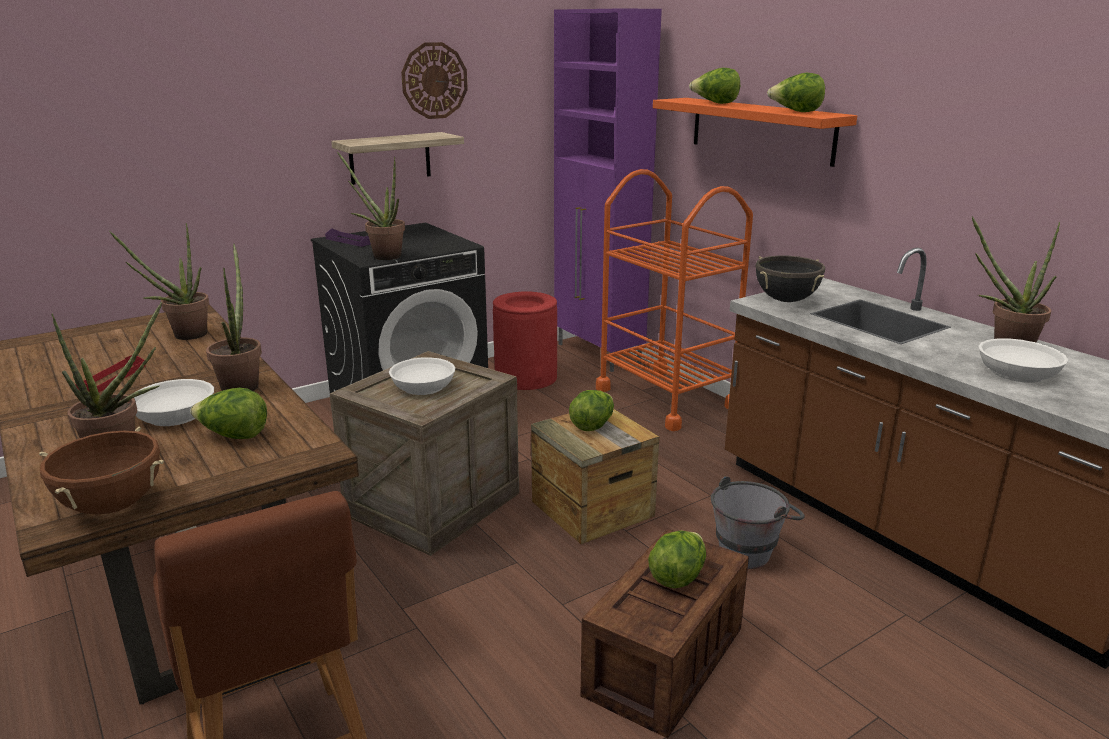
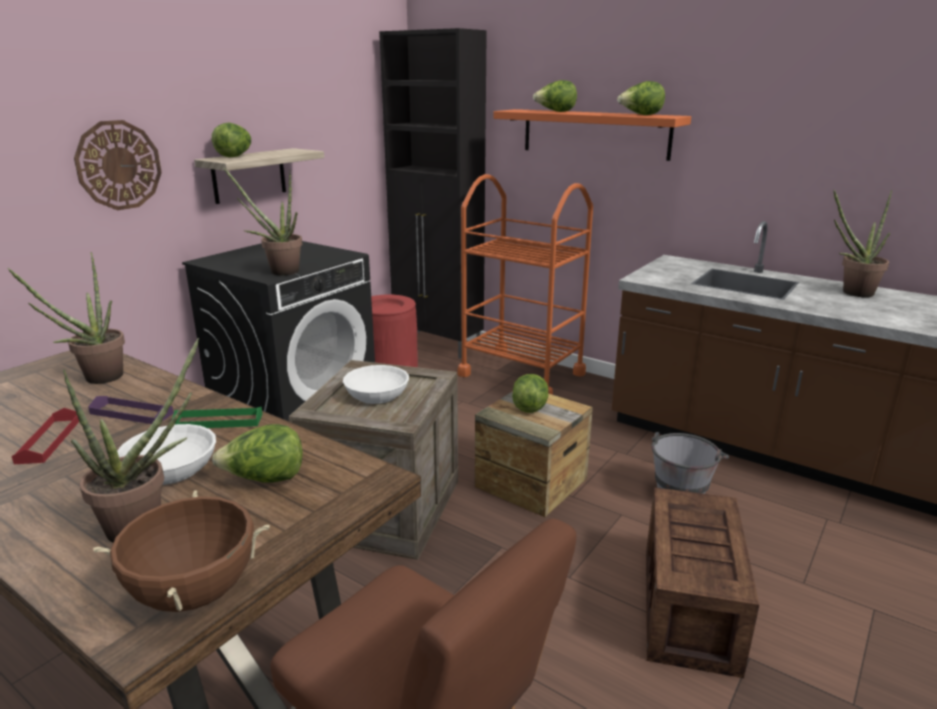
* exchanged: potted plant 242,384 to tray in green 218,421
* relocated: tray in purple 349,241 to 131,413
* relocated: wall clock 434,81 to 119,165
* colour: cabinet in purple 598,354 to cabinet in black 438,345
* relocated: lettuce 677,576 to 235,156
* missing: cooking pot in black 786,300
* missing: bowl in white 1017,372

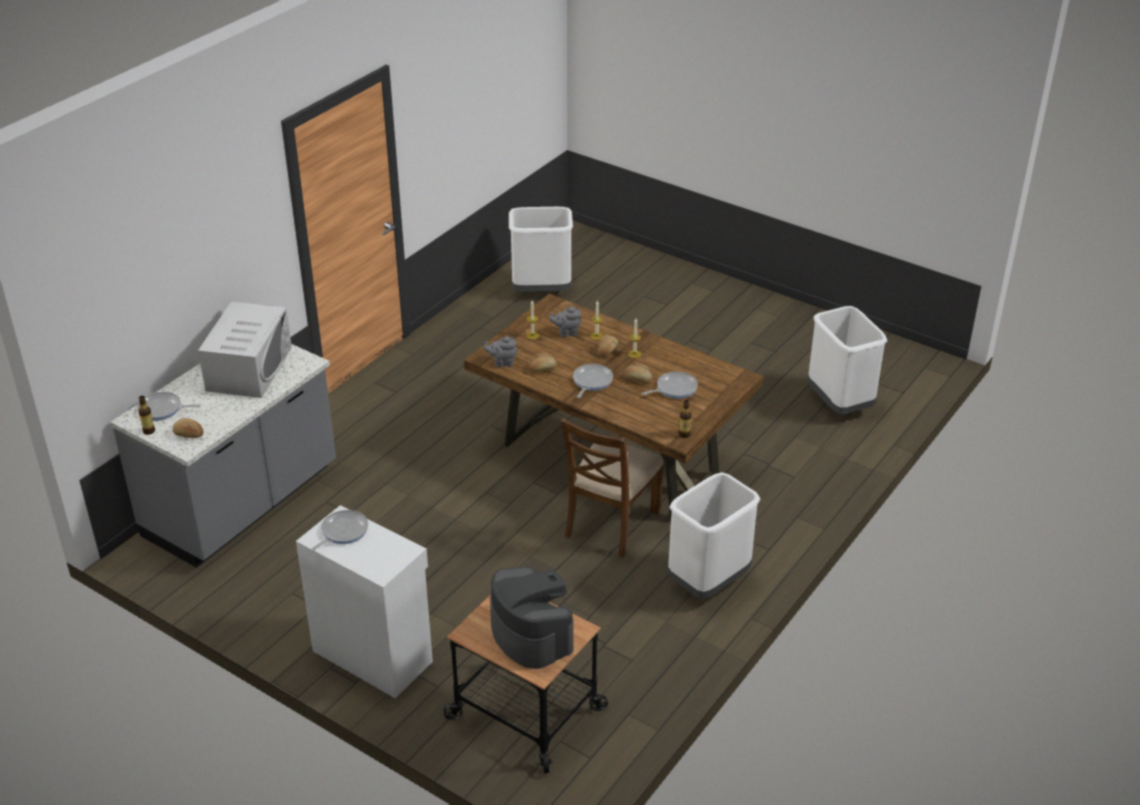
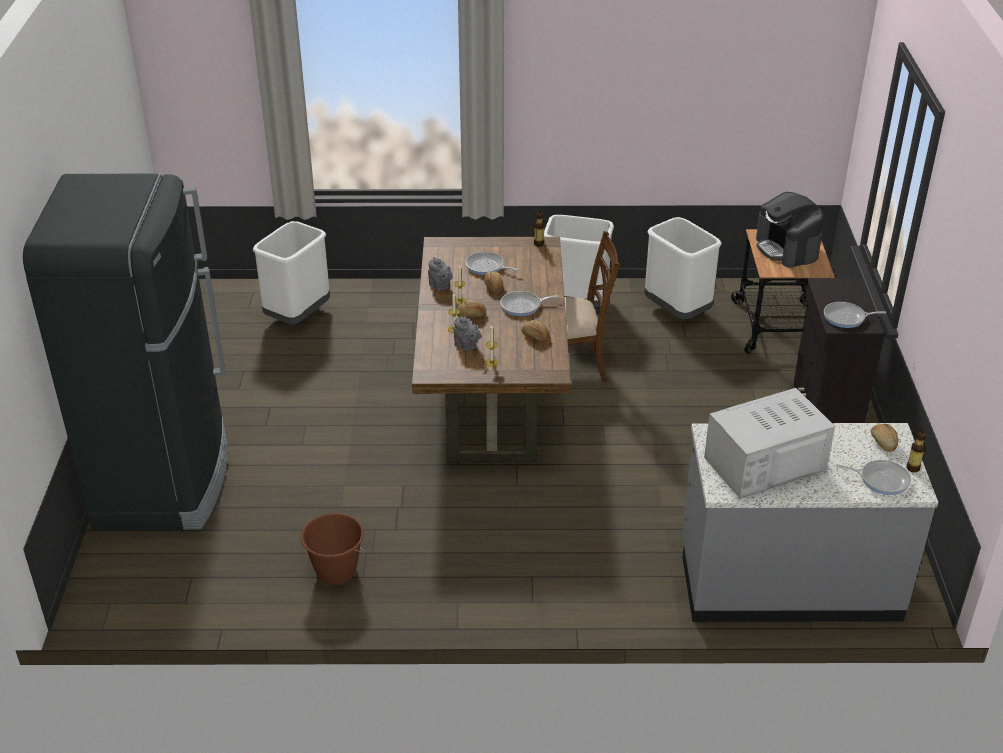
* spun: frying pan 162,409 = 881,479 45 degrees counterclockwise
* colour: cabinet in white 373,654 to cabinet in black 824,411
* relocated: teapot in grey 502,362 to 440,286
* spun: coffee machine 531,634 = 787,248 45 degrees counterclockwise
* relocated: trash can in white 541,291 to 677,311
* appeared: fridge in black 164,480
* appeared: bucket in brown 336,571

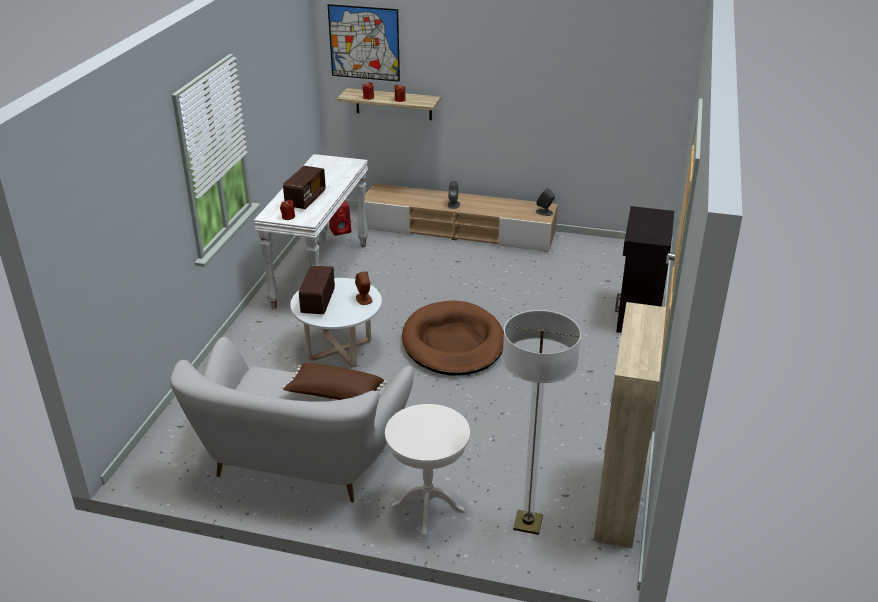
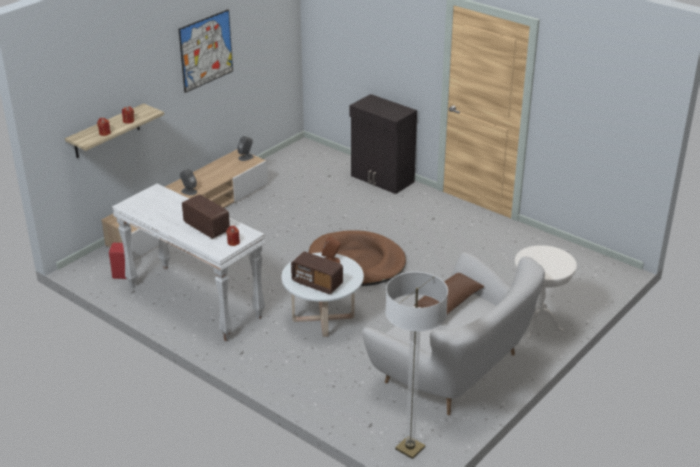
* relocated: picture 364,43 to 206,50
* relocated: floor lamp 528,523 to 410,448
* missing: cabinet in beige 617,502

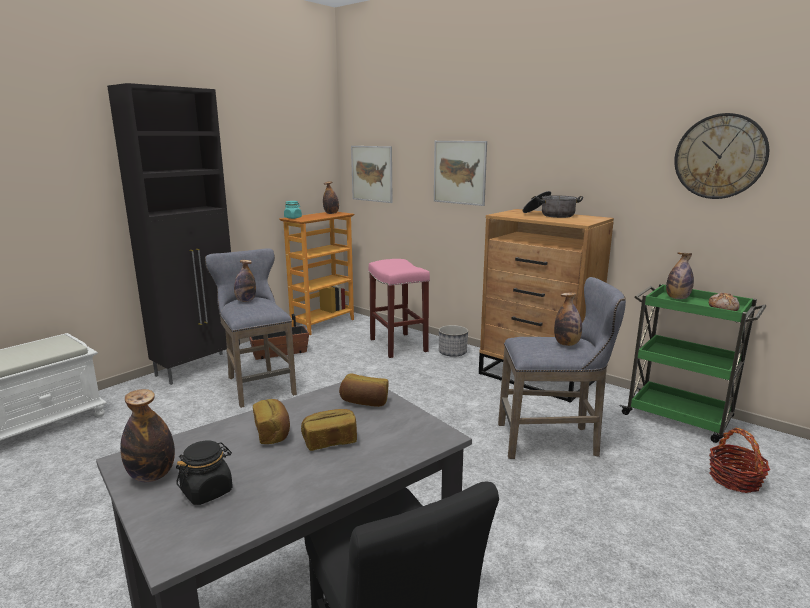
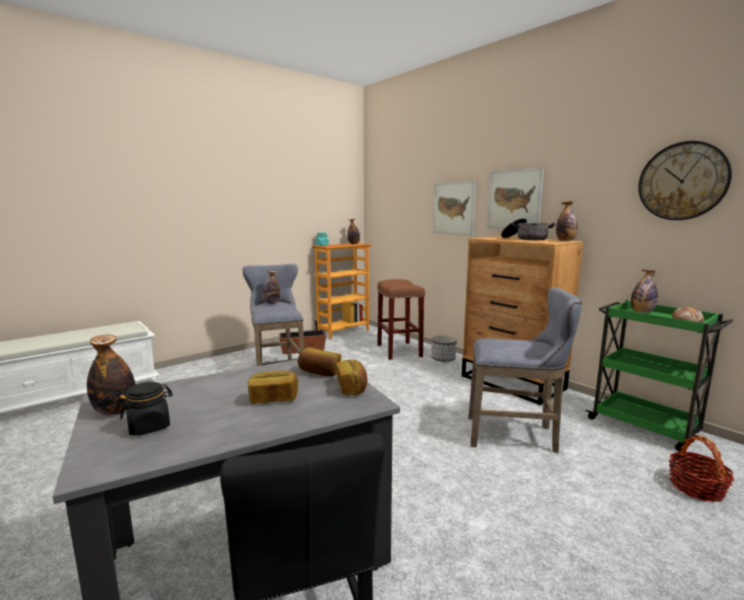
* missing: cabinet in black 199,368
* relocated: bread 273,433 to 352,388
* relocated: picture 372,173 to 514,199
* colour: stool in pink 397,345 to stool in brown 398,350
* relocated: bottle 566,344 to 565,240

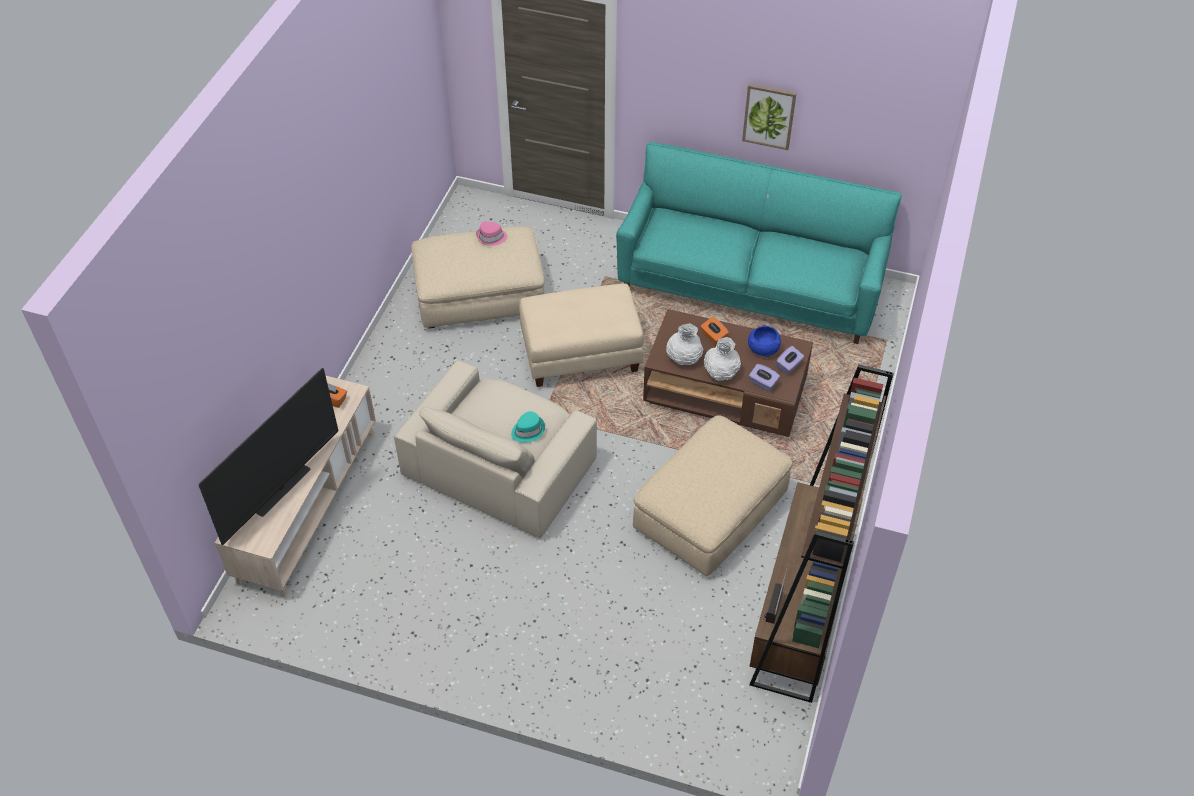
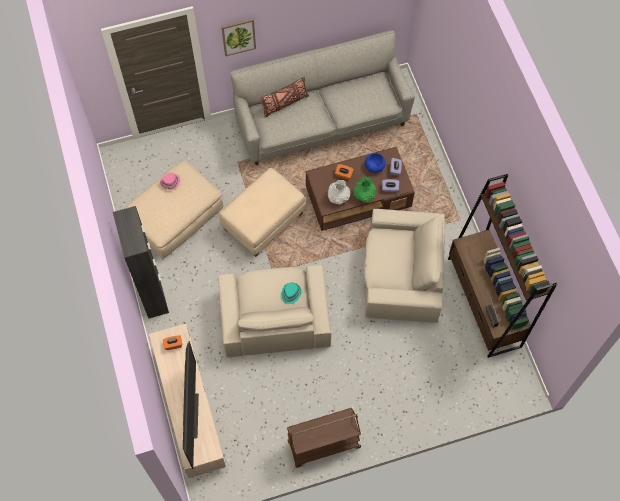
* colour: sofa in turquoise 749,287 to sofa in grey 322,122
* exchanged: ottoman in beige 710,511 to armchair in beige 401,274
* colour: vase in white 721,373 to vase in green 364,195
* relocated: picture 769,116 to 238,36
* appeared: cabinet in black 153,295
* appeared: pillow in brown 284,104
* appeared: cart in brown 323,445

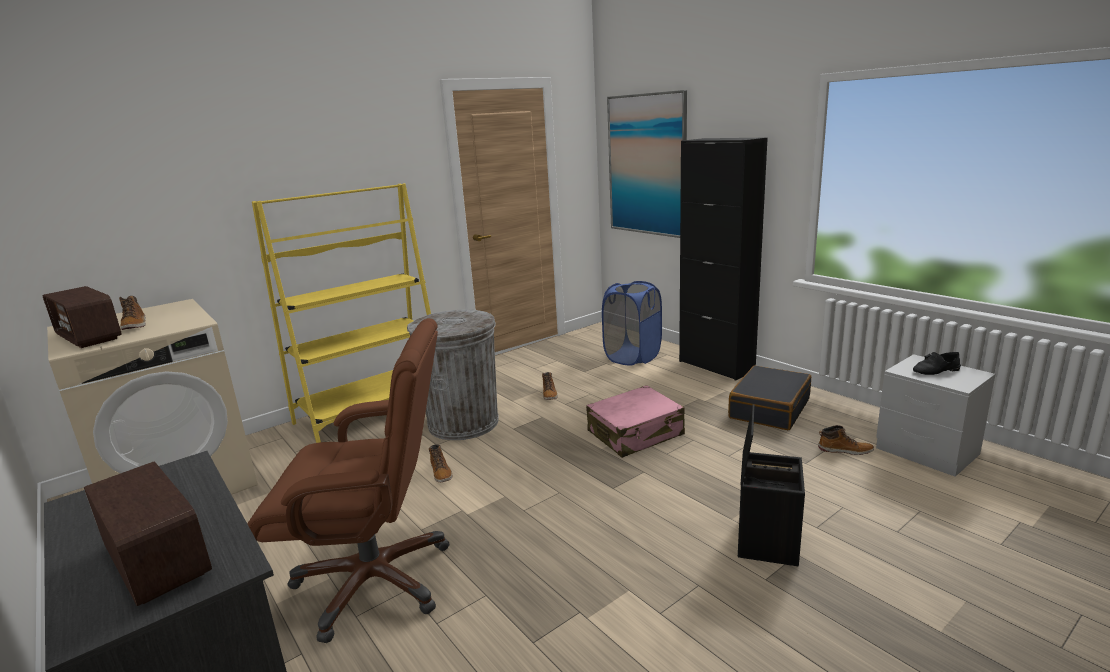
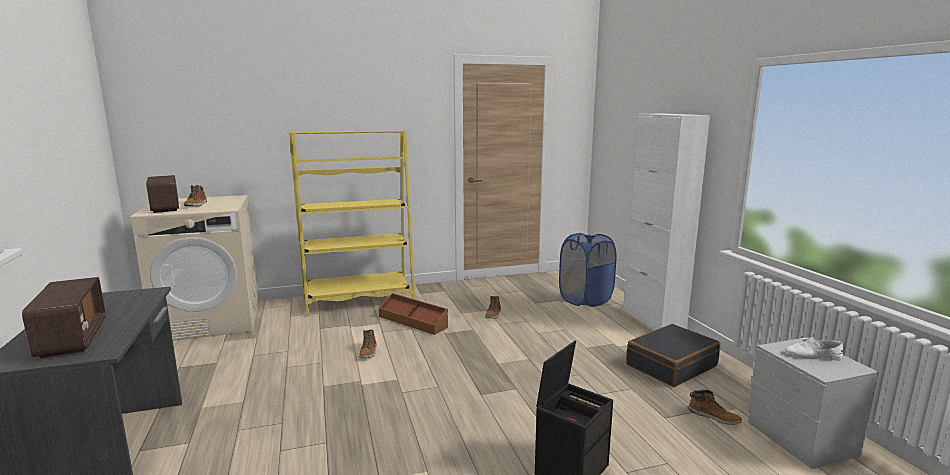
* missing: office chair in brown 376,580
* exchanged: trash can in grey 463,423 to storage box in brown 413,321
* missing: suitcase in pink 635,434
* missing: picture 647,165
* colour: cabinet in black 716,366 to cabinet in white 653,321
* colour: shoe in black 936,370 to shoe in white 813,356

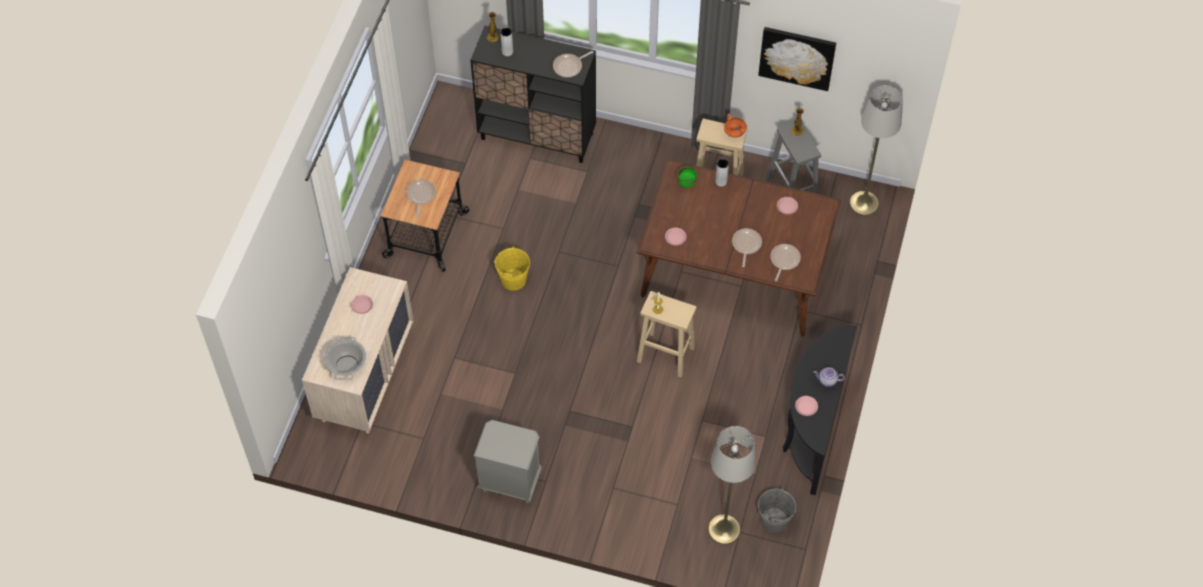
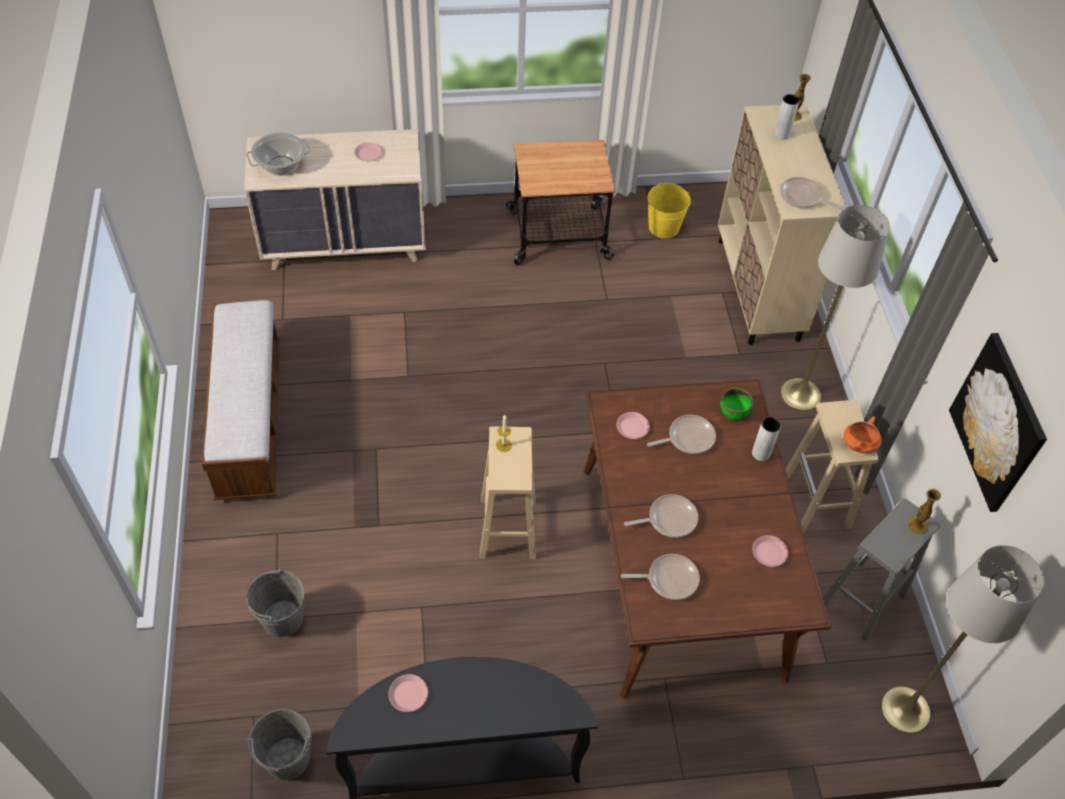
* relocated: frying pan 420,196 to 688,438
* colour: cabinet in black 537,136 to cabinet in beige 758,289
* exchanged: nightstand in grey 510,482 to bench 250,420
* relocated: bucket in yellow 513,279 to 663,227
* relocated: floor lamp in grey 724,529 to 800,395
* missing: teapot 828,380
* appeared: bucket in grey 282,618

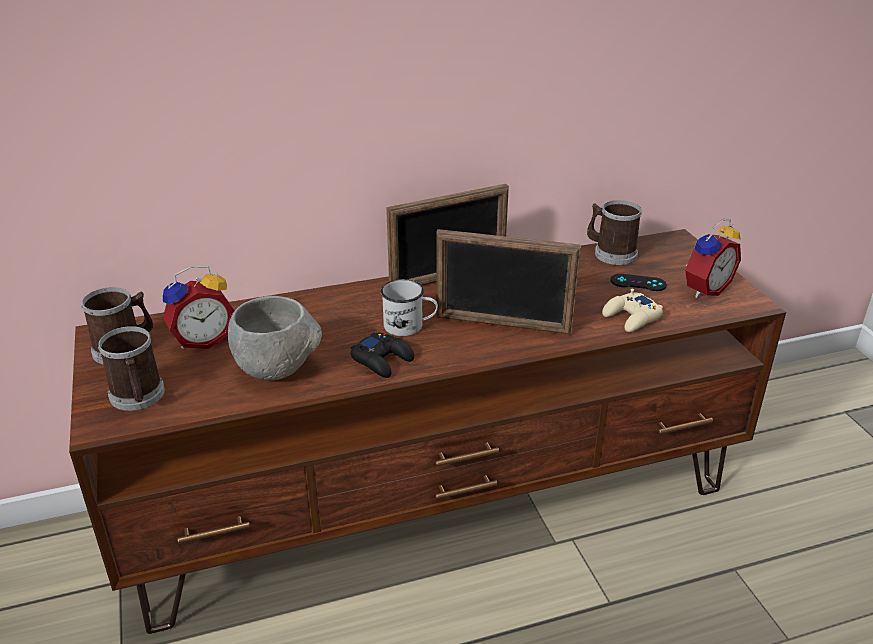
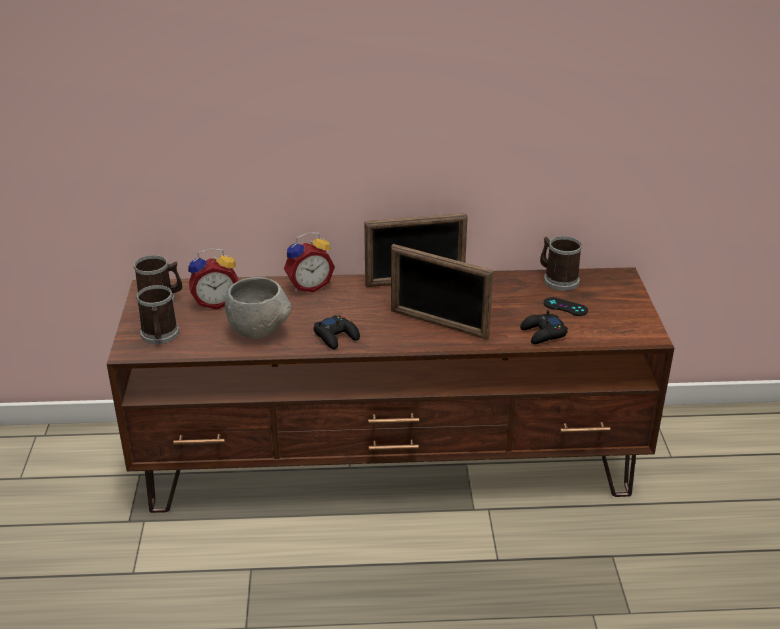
* missing: mug in white 409,326
* colour: game controller in beige 632,318 to game controller in black 543,333
* relocated: alarm clock 704,289 to 309,286

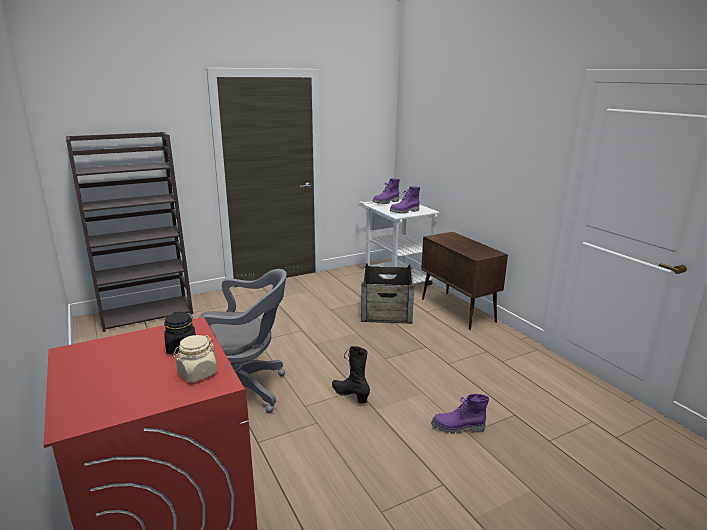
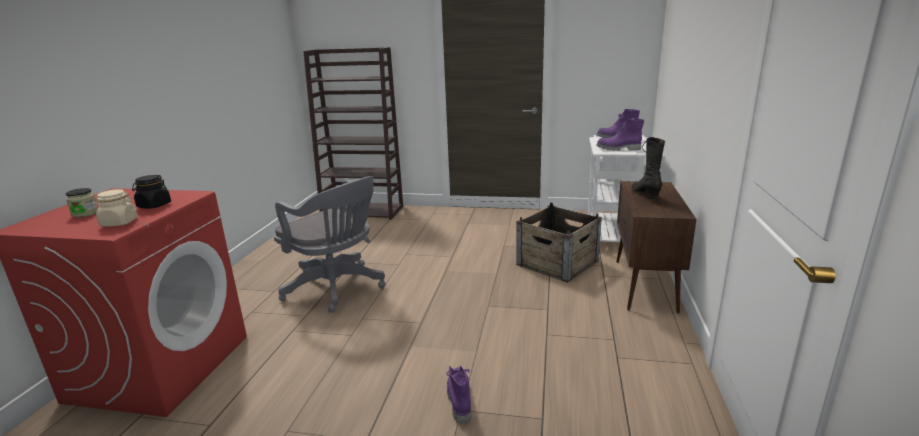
* relocated: boot in black 350,395 to 645,195
* spun: boot in purple 458,428 = 459,399 45 degrees clockwise
* appeared: jar 85,213

